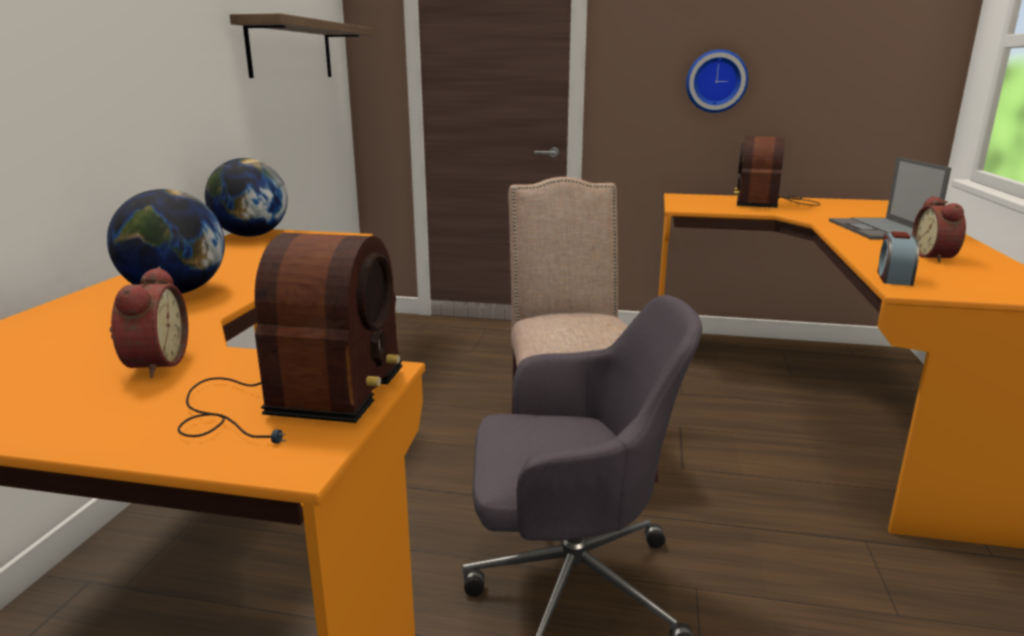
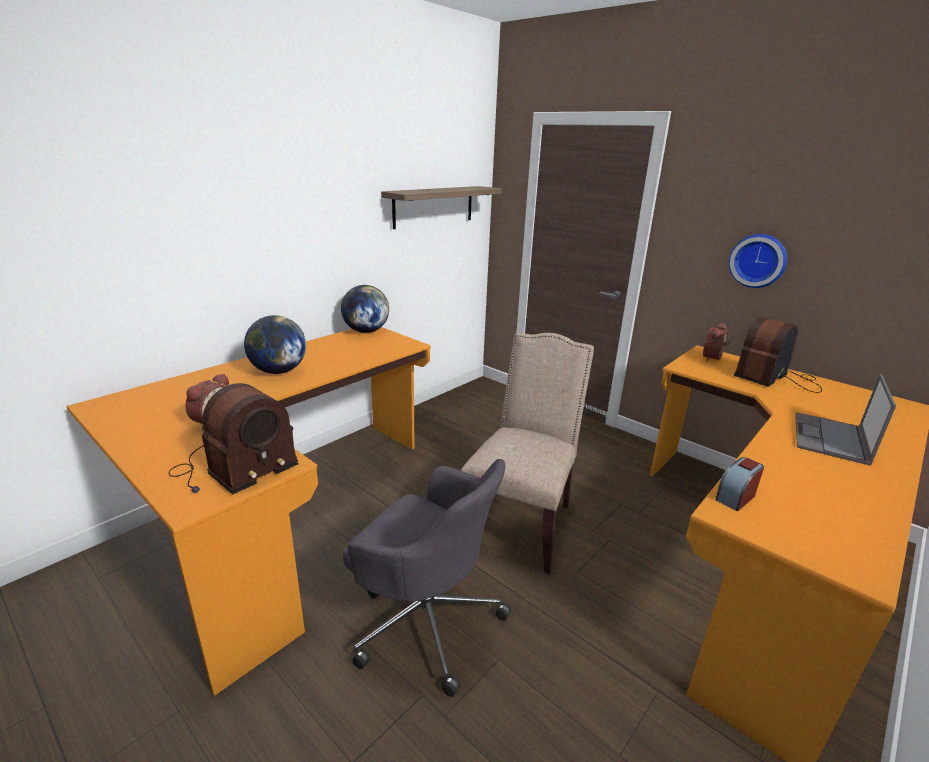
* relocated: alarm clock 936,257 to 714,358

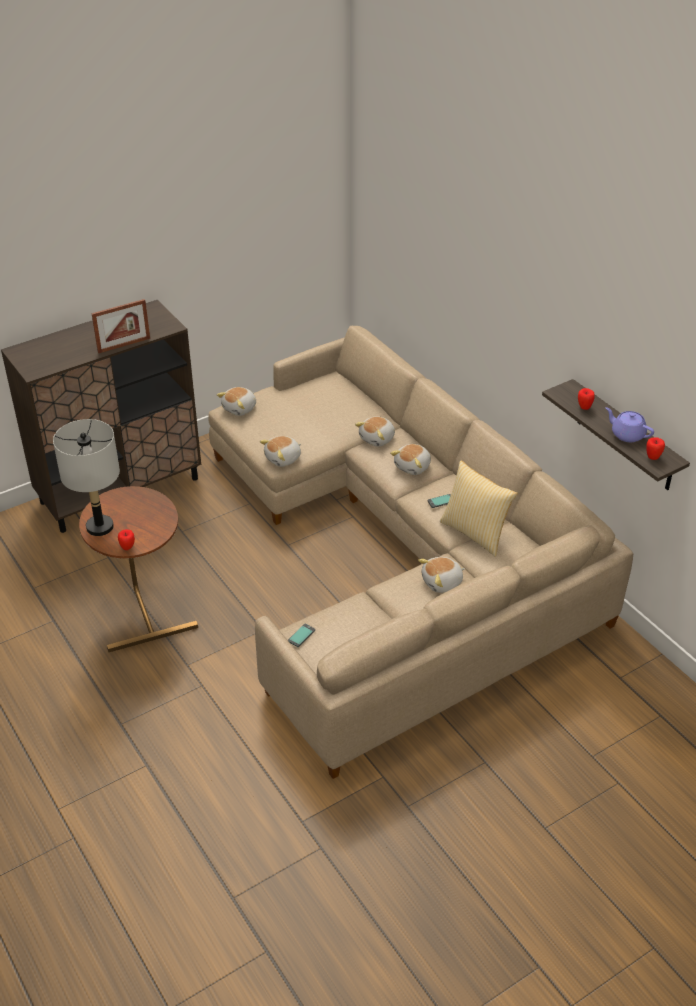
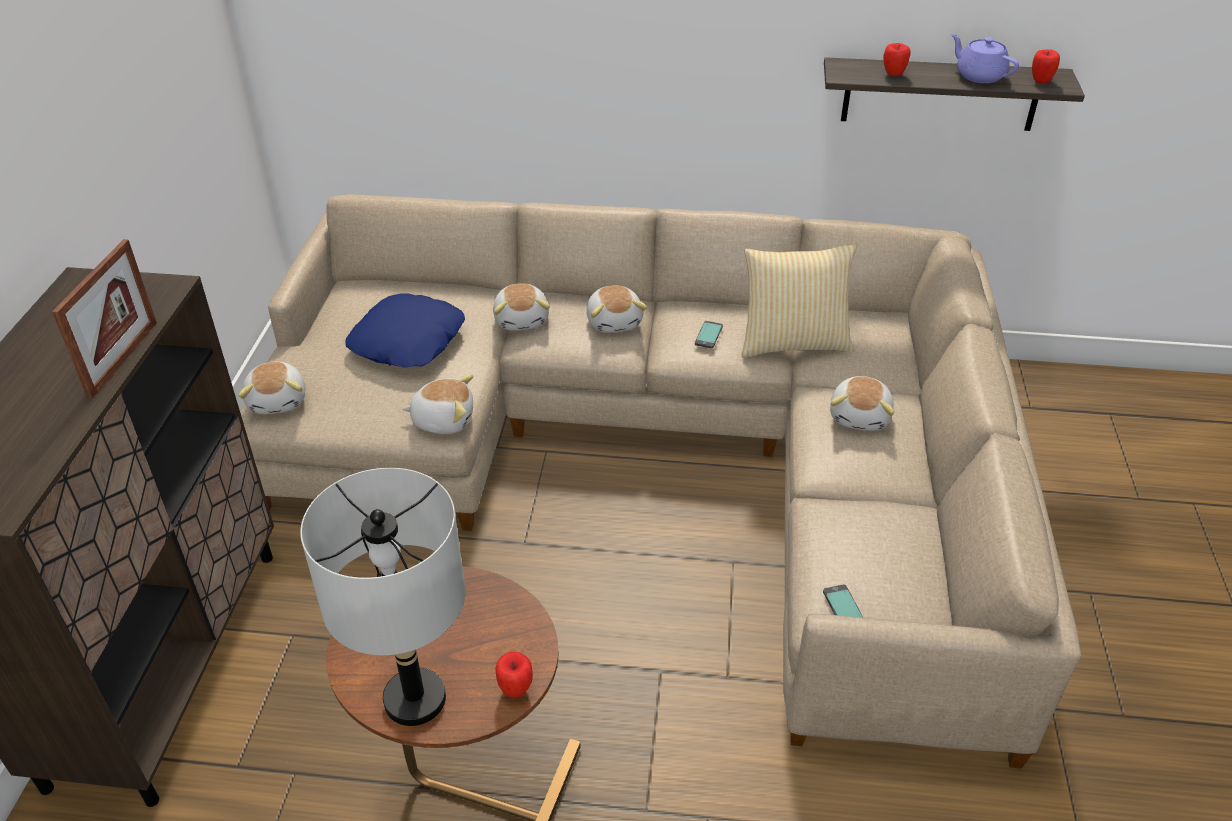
* spun: plush toy 283,459 = 443,419 90 degrees counterclockwise
* spun: teapot in purple 627,434 = 979,76 60 degrees clockwise
* appeared: pillow in blue 408,341

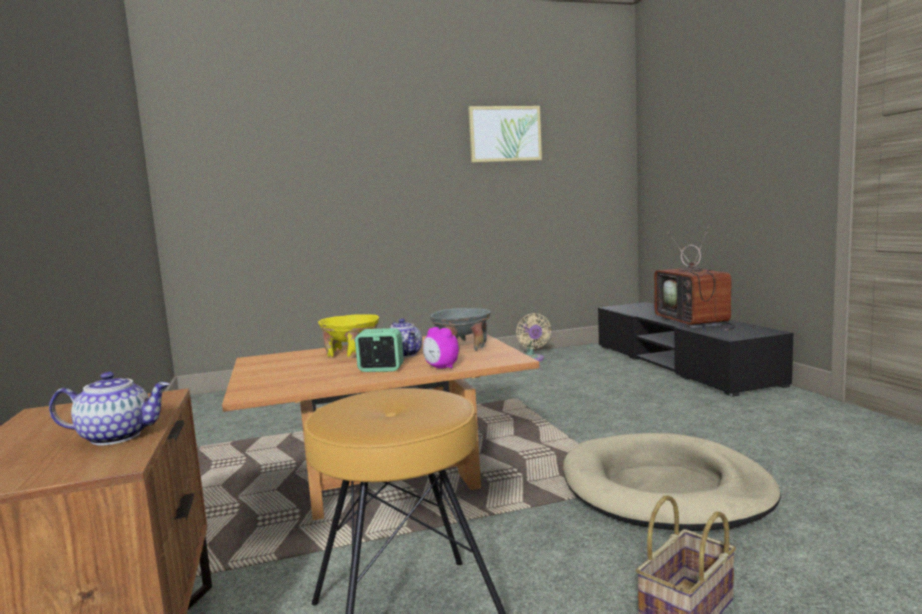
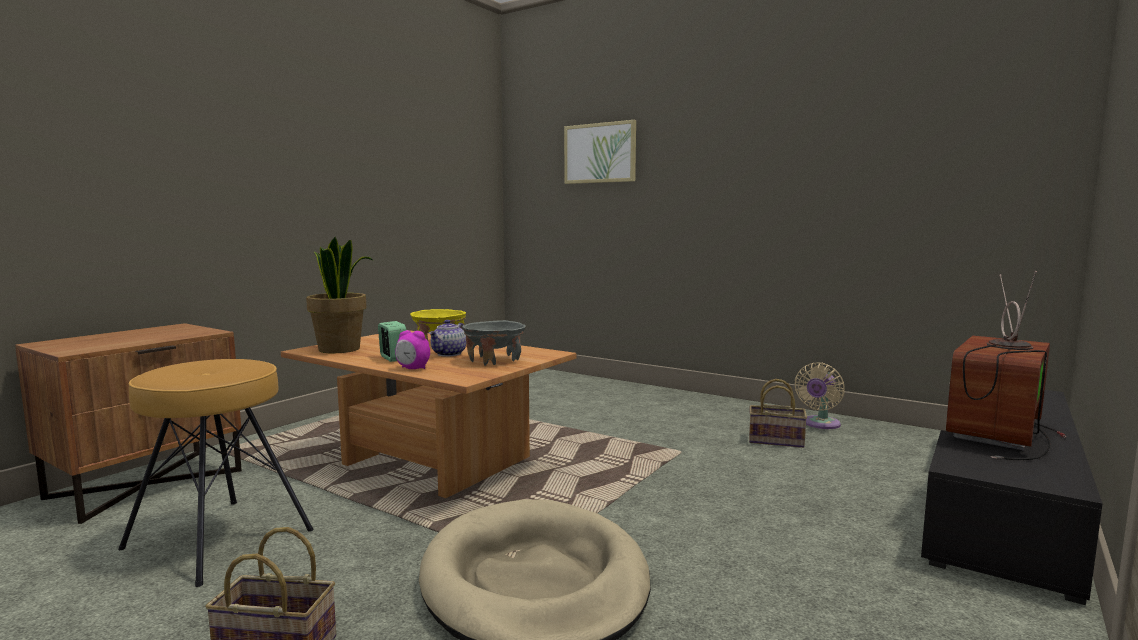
* missing: teapot 118,436
* spun: alarm clock 441,367 = 413,368 75 degrees counterclockwise
* relocated: picture 505,134 to 600,153
* appeared: potted plant 340,349
* appeared: basket 777,440

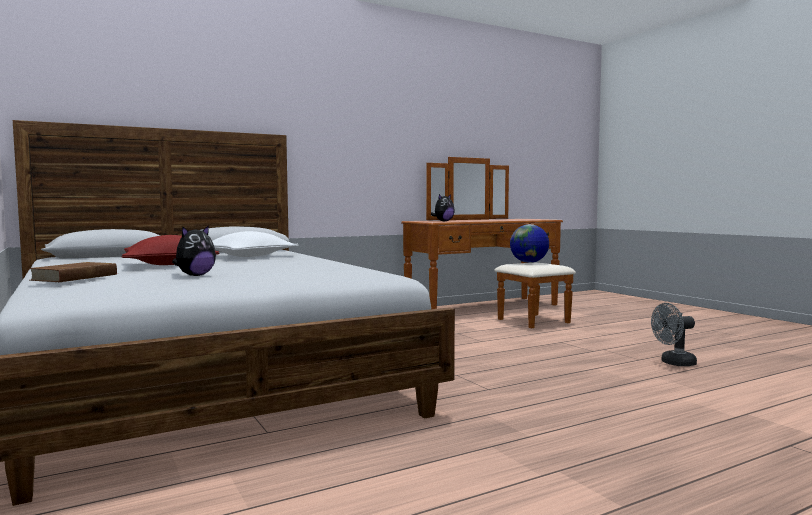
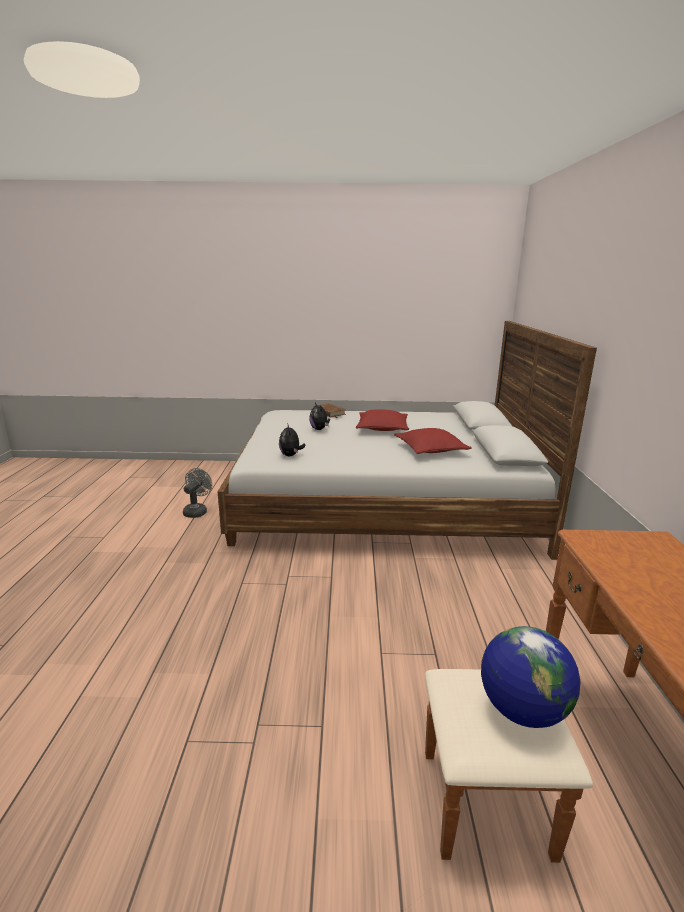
* colour: pillow in white 249,256 to pillow in red 430,449
* relocated: plush toy 443,221 to 291,455
* relocated: fan in grey 673,363 to 197,511

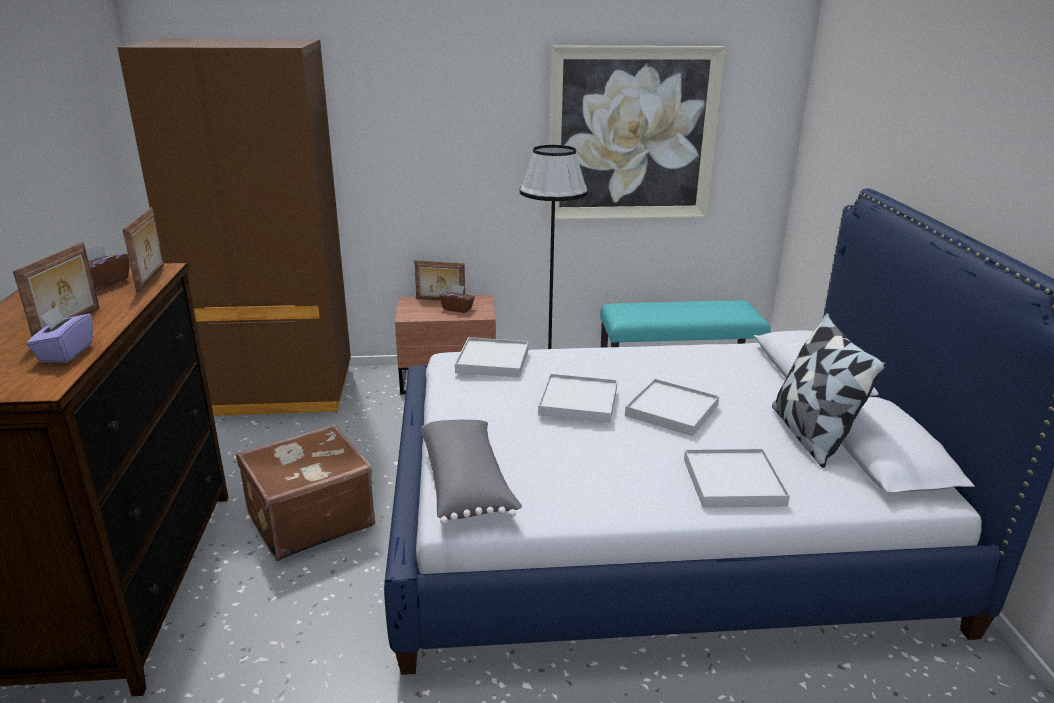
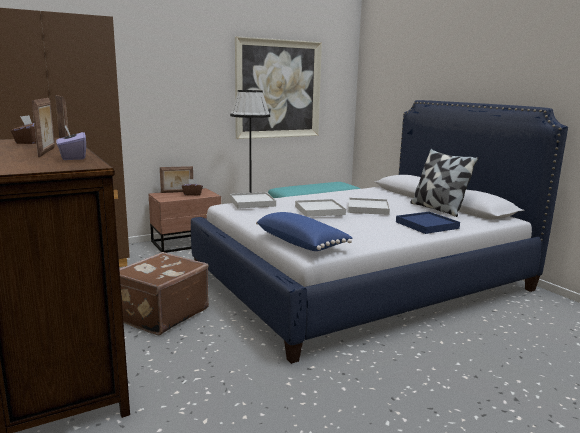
* colour: pillow in grey 467,484 to pillow in blue 301,243
* colour: tray in white 733,482 to tray in blue 427,225

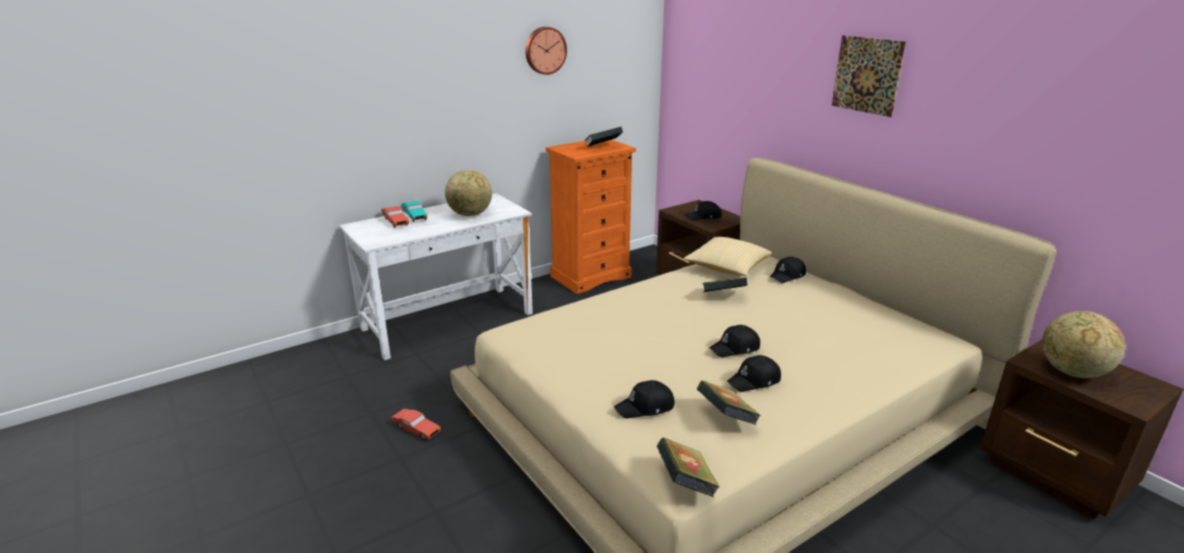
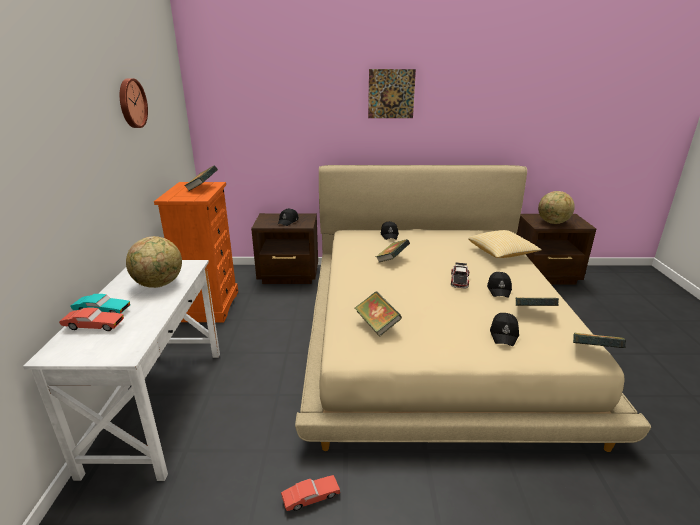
* relocated: pillow 727,268 to 501,253
* exchanged: cap in black 735,348 to toy car 459,280
* appeared: book 377,325

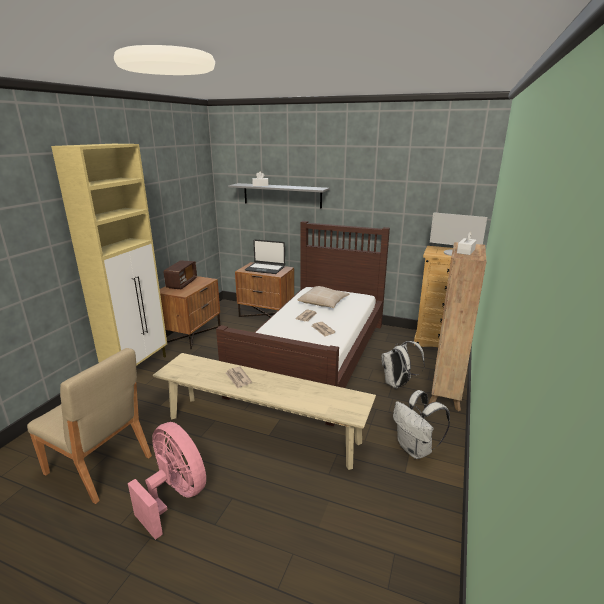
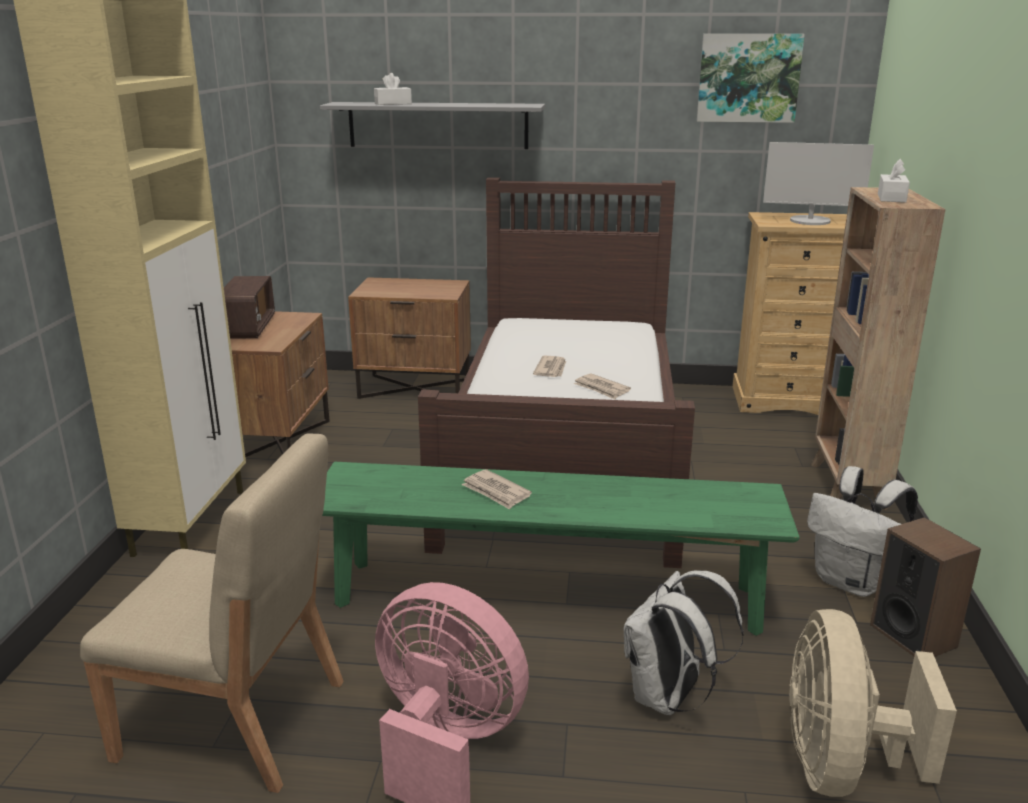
* colour: bench in beige 262,429 to bench in green 546,596
* missing: laptop 265,268
* missing: pillow in beige 323,302
* relocated: backpack in white 398,384 to 669,698
* appeared: picture 748,78
* appeared: fan in beige 840,766
* appeared: speaker 913,635

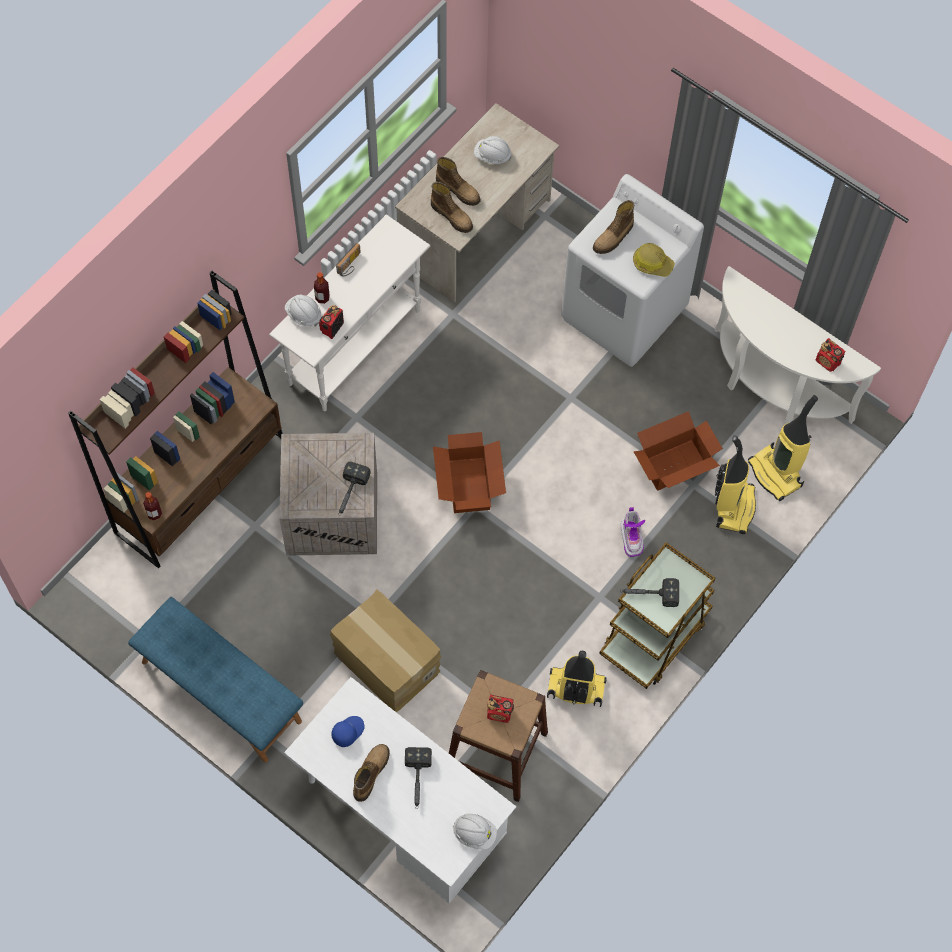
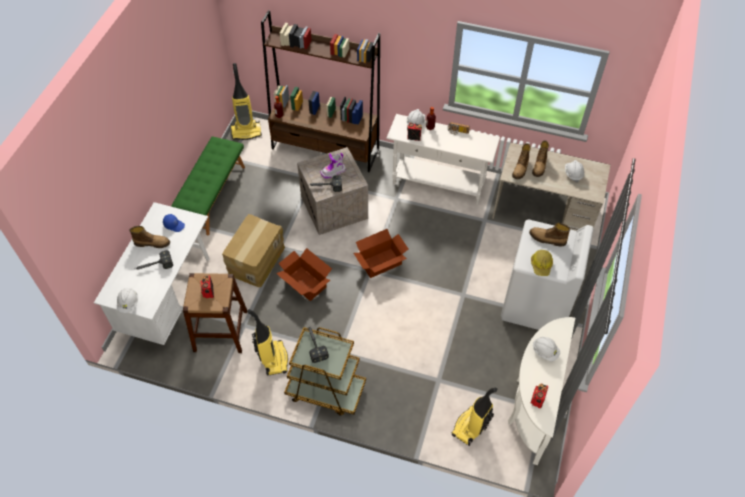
* colour: bench in blue 220,692 to bench in green 213,196
* relocated: boot 631,537 to 333,172
* relocated: cardboard box 675,465 to 305,284
* relocated: vacuum cleaner 733,506 to 246,131
* appeared: hard hat in white 545,352

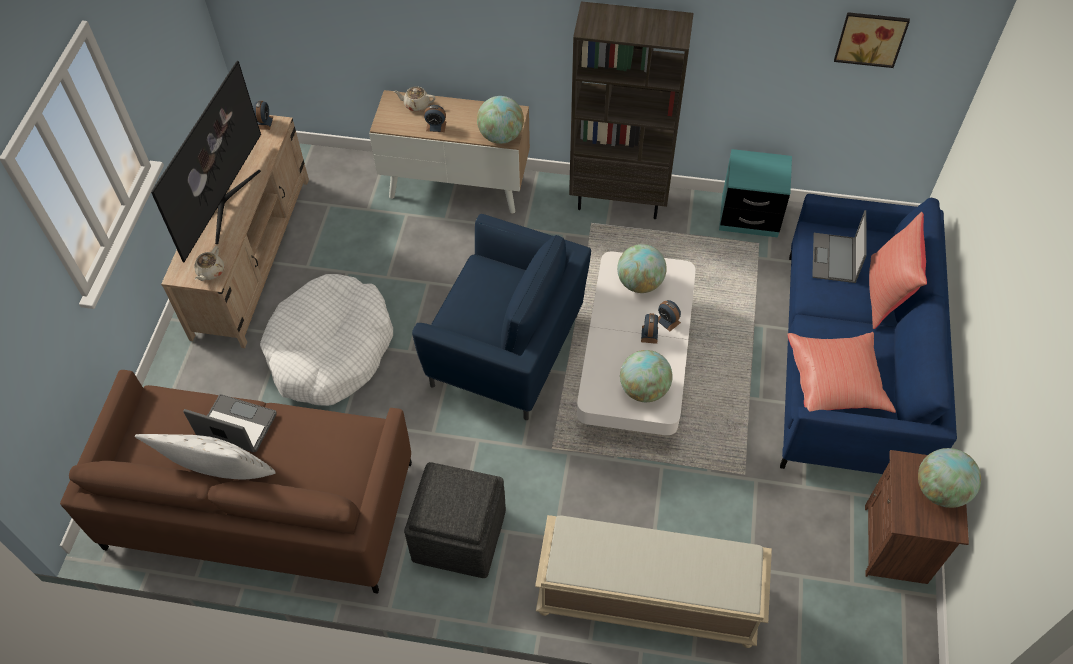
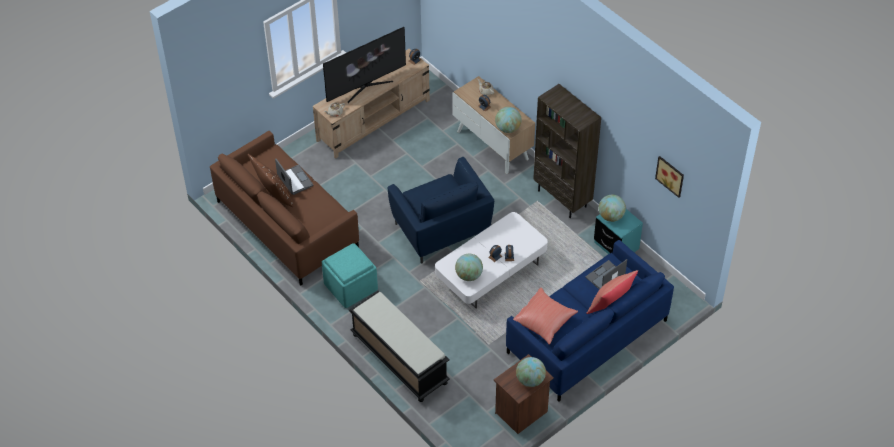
* colour: pillow in white 221,474 to pillow in brown 273,194
* missing: dog bed in white 330,350
* colour: ottoman in grey 458,534 to ottoman in turquoise 351,286
* colour: bench in beige 646,599 to bench in black 398,359
* relocated: globe 640,283 to 611,216

